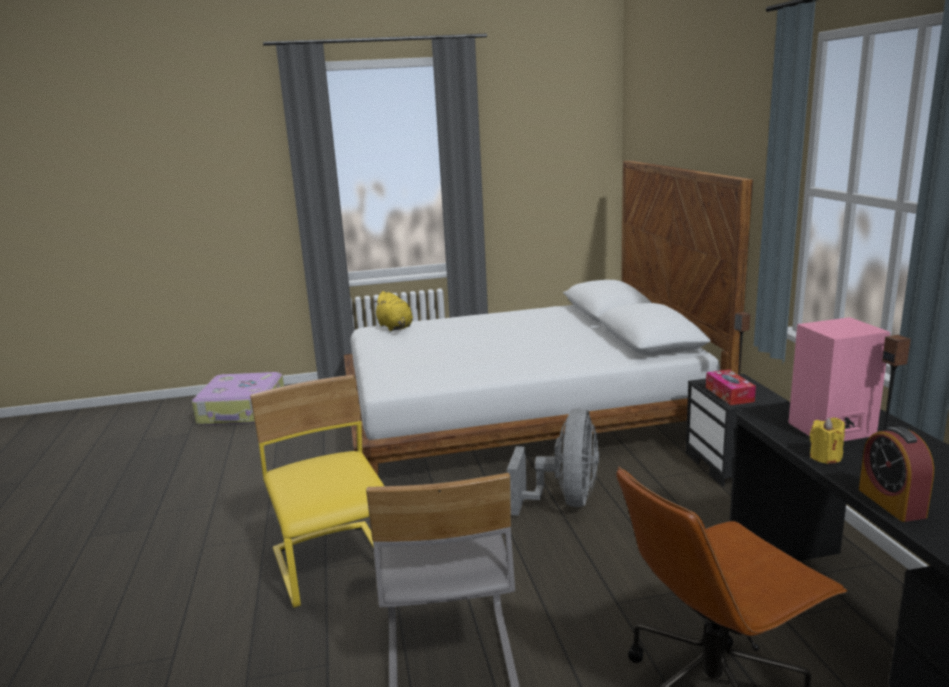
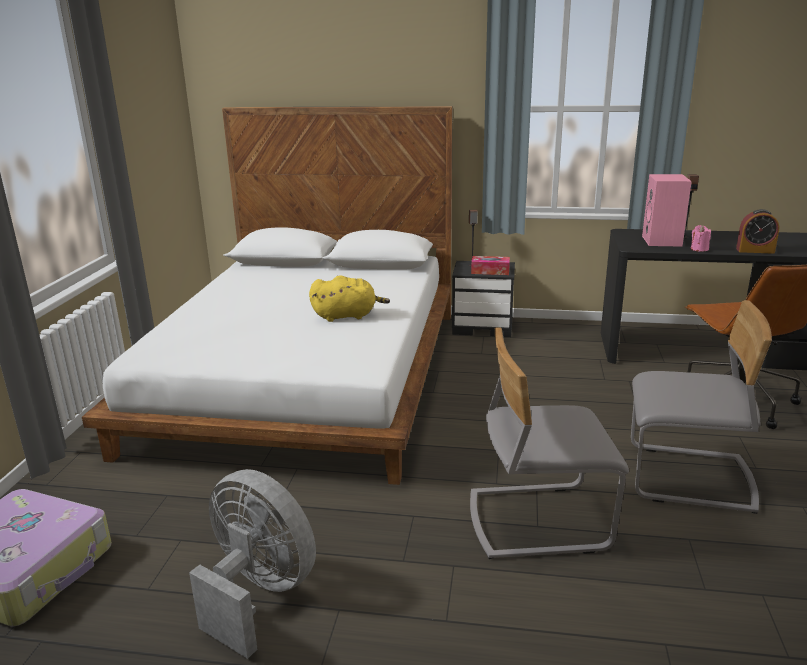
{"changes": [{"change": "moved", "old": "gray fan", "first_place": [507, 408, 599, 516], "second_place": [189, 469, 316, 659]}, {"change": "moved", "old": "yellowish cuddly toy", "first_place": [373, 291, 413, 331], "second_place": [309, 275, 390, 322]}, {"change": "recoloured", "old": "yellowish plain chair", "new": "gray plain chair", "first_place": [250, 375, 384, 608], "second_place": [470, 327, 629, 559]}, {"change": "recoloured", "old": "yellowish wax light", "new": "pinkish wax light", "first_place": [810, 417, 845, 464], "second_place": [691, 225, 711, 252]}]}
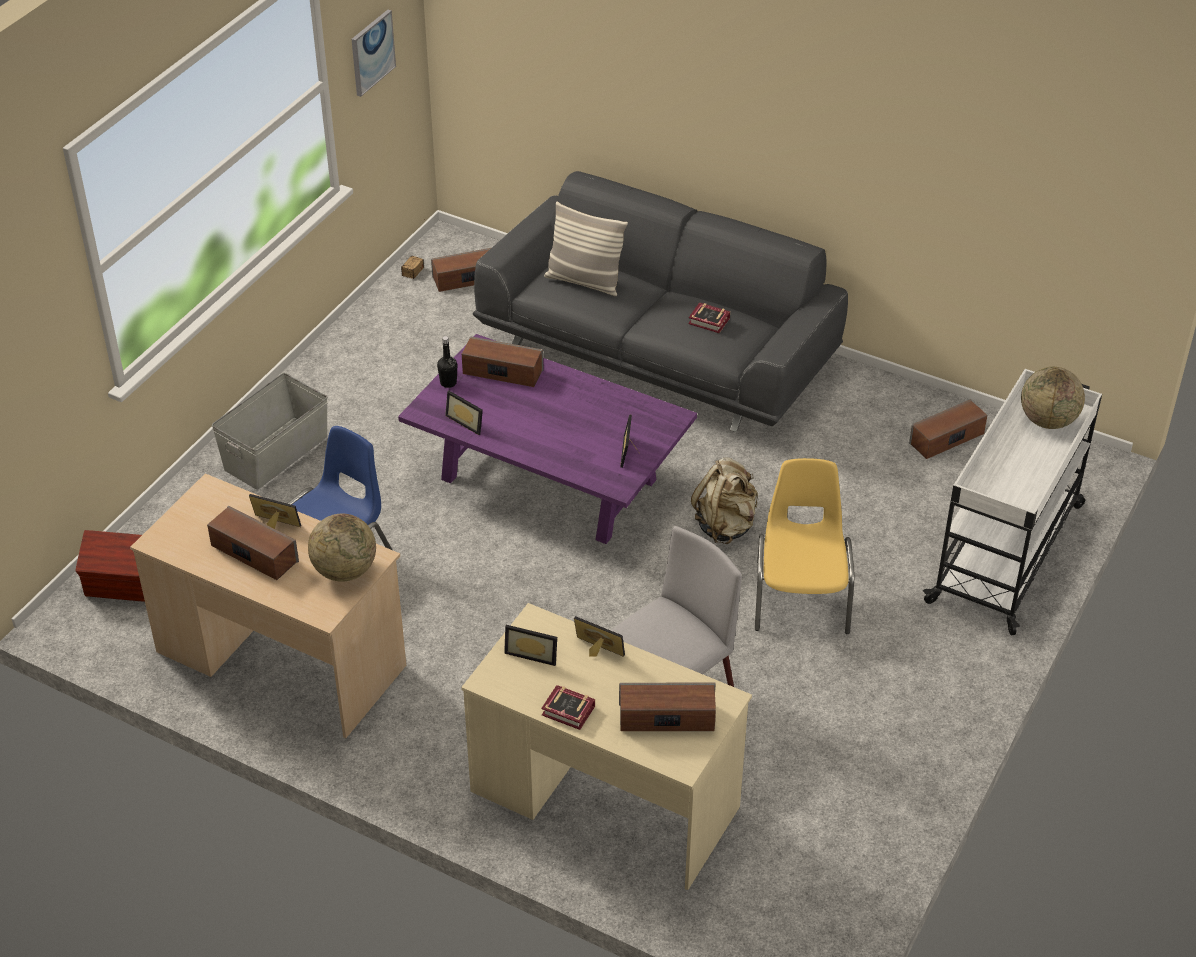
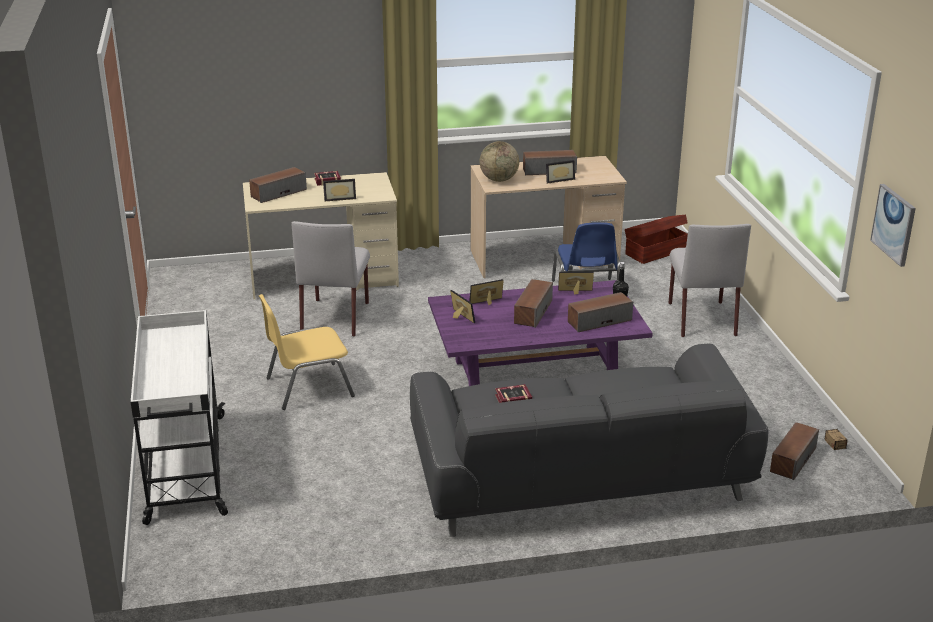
{"changes": [{"change": "turned", "old": "yellowish plain chair", "first_place": [755, 458, 854, 634], "second_place": [259, 294, 355, 410], "degrees": 105}, {"change": "moved", "old": "photo frame", "first_place": [504, 625, 557, 666], "second_place": [469, 279, 504, 305]}, {"change": "moved", "old": "audio speaker", "first_place": [909, 399, 987, 459], "second_place": [514, 279, 553, 328]}, {"change": "replaced", "old": "gray storage container", "new": "gray plain chair", "first_place": [212, 373, 328, 490], "second_place": [669, 224, 751, 337]}, {"change": "removed", "old": "cushion", "first_place": [544, 201, 628, 296]}, {"change": "removed", "old": "beige knapsack", "first_place": [691, 458, 758, 544]}, {"change": "removed", "old": "world globe", "first_place": [1021, 367, 1085, 429]}]}
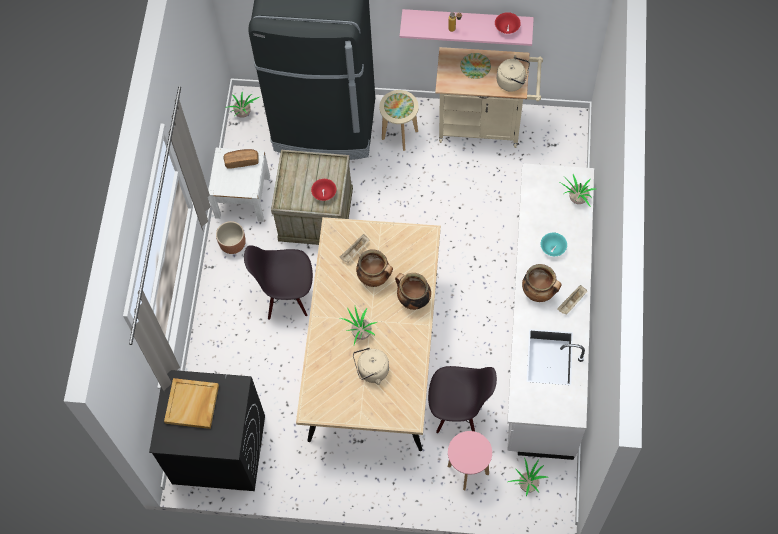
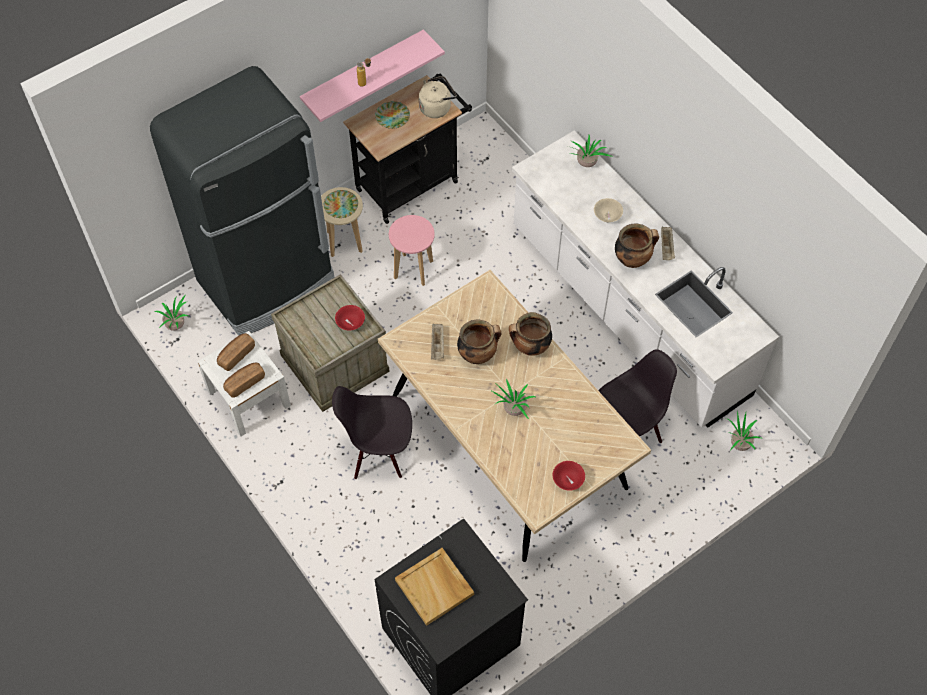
{"changes": [{"change": "added", "new": "bakery bread", "second_place": [223, 363, 265, 398]}, {"change": "turned", "old": "black-coloured plain chair", "first_place": [244, 245, 313, 320], "second_place": [332, 386, 412, 479], "degrees": 45}, {"change": "recoloured", "old": "beige trolley", "new": "black-coloured trolley", "first_place": [435, 47, 543, 148], "second_place": [343, 73, 472, 224]}, {"change": "moved", "old": "pinkish stool seat", "first_place": [448, 431, 492, 490], "second_place": [389, 215, 435, 286]}, {"change": "moved", "old": "red bowl", "first_place": [495, 12, 521, 34], "second_place": [553, 461, 585, 491]}, {"change": "recoloured", "old": "turquoise bowl", "new": "beige bowl", "first_place": [541, 233, 567, 256], "second_place": [594, 198, 623, 222]}, {"change": "removed", "old": "brownish planter", "first_place": [216, 221, 246, 254]}, {"change": "removed", "old": "beige tea kettle", "first_place": [353, 348, 389, 385]}]}
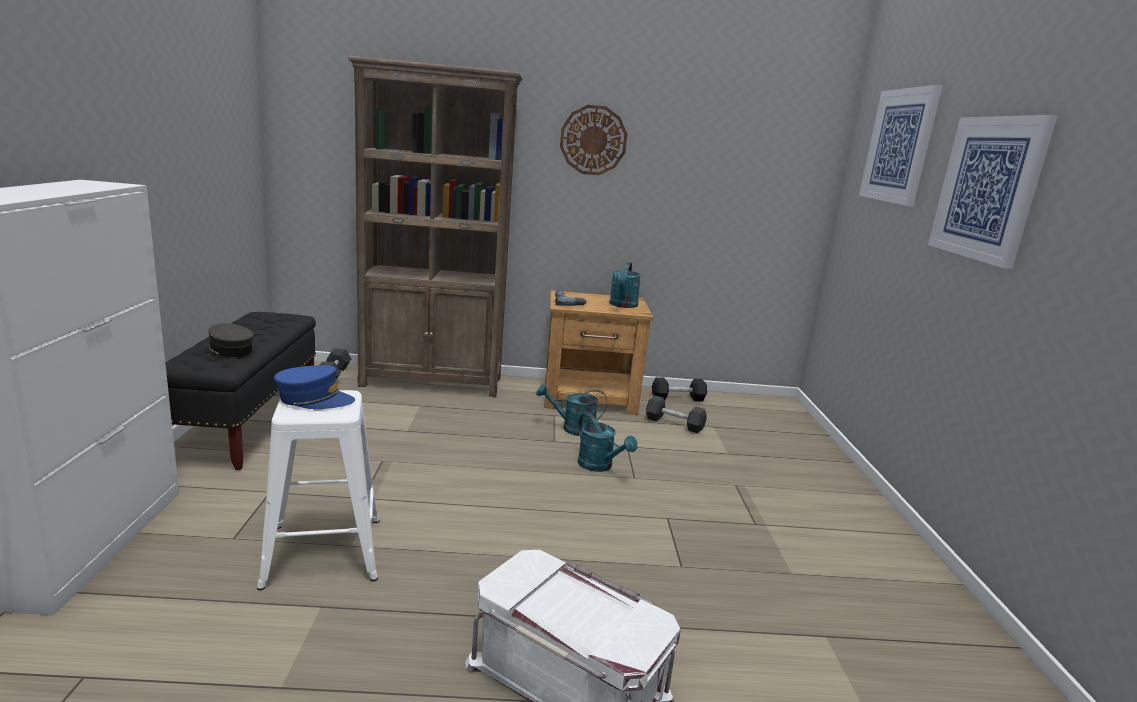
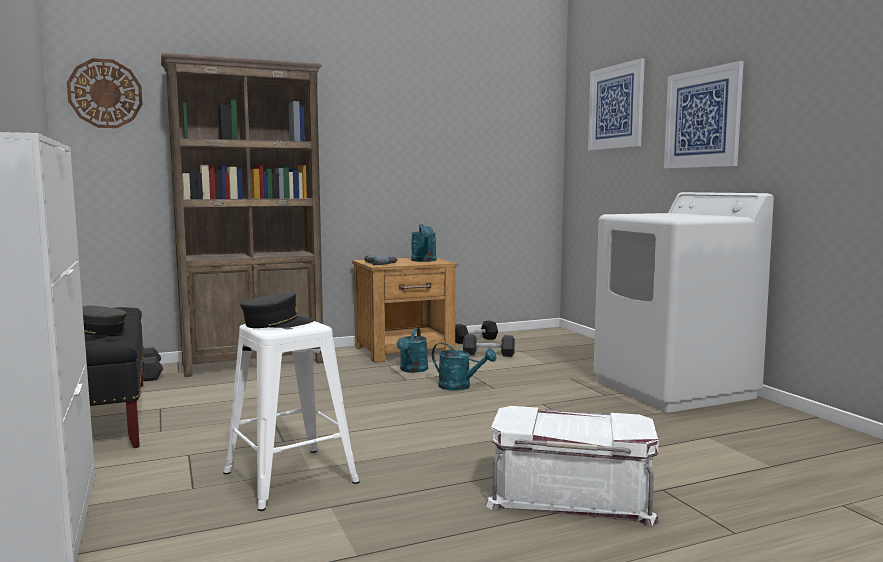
{"changes": [{"change": "moved", "old": "clock on the wall", "first_place": [560, 105, 627, 175], "second_place": [67, 58, 143, 128]}, {"change": "recoloured", "old": "bluish baseball cap", "new": "black-coloured baseball cap", "first_place": [274, 365, 355, 409], "second_place": [240, 292, 314, 328]}, {"change": "turned", "old": "turquoise sprinkling can", "first_place": [536, 384, 607, 436], "second_place": [396, 328, 428, 373], "degrees": -60}, {"change": "added", "new": "white laundry appliance", "second_place": [594, 192, 774, 413]}]}
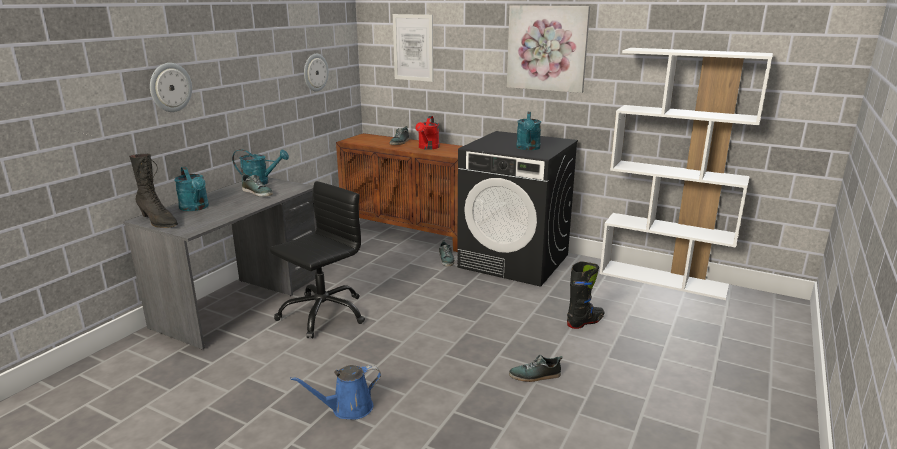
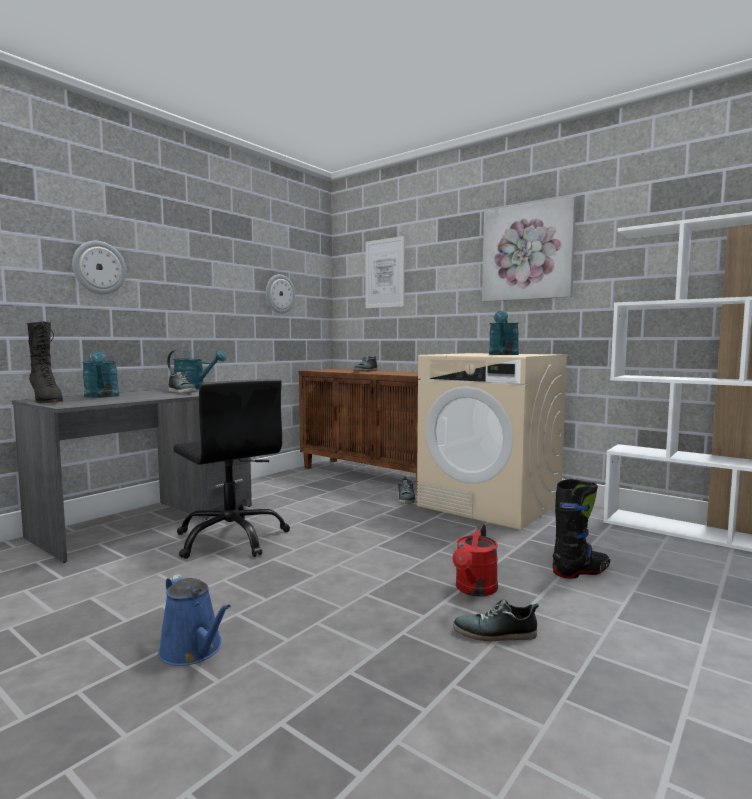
{"changes": [{"change": "turned", "old": "bluish sprinkling can", "first_place": [290, 365, 381, 420], "second_place": [158, 574, 231, 666], "degrees": -120}, {"change": "turned", "old": "black-coloured office chair", "first_place": [270, 181, 365, 338], "second_place": [173, 379, 290, 559], "degrees": 90}, {"change": "recoloured", "old": "black-coloured laundry appliance", "new": "beige laundry appliance", "first_place": [457, 131, 578, 287], "second_place": [417, 353, 568, 530]}, {"change": "moved", "old": "red sprinkling can", "first_place": [415, 116, 440, 150], "second_place": [452, 524, 498, 596]}]}
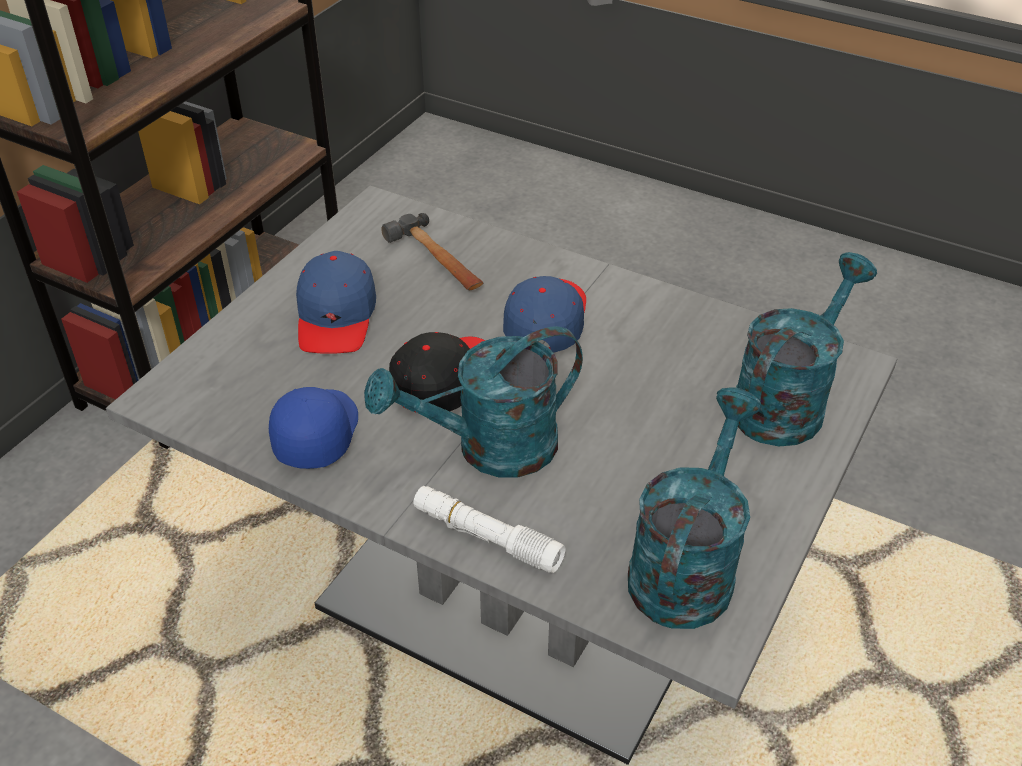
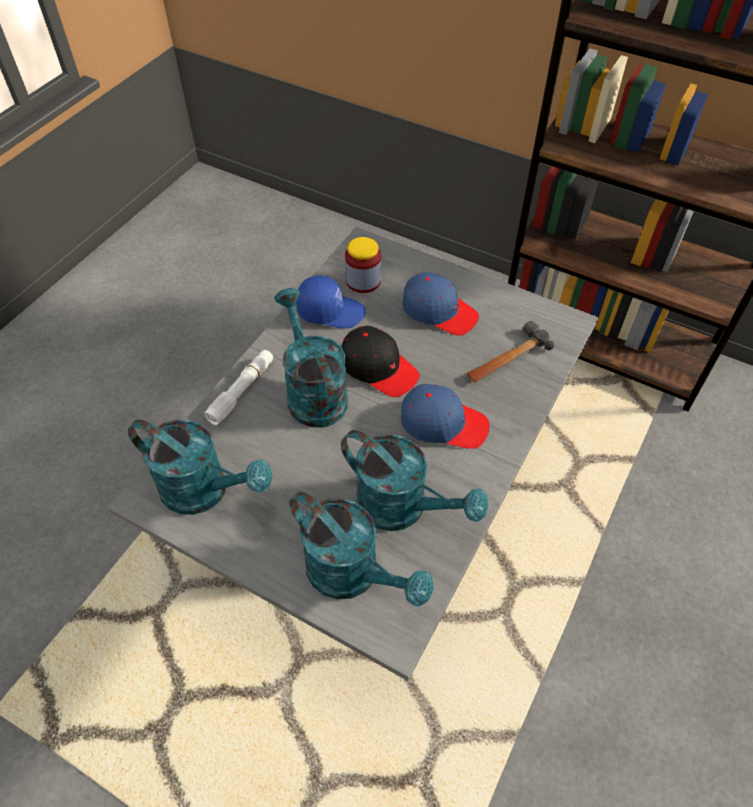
{"changes": [{"change": "added", "new": "turquoise sprinkling can", "second_place": [341, 430, 488, 531]}, {"change": "added", "new": "preserve jar", "second_place": [345, 237, 381, 293]}, {"change": "turned", "old": "bluish baseball cap", "first_place": [296, 251, 376, 354], "second_place": [402, 272, 479, 336], "degrees": -150}]}
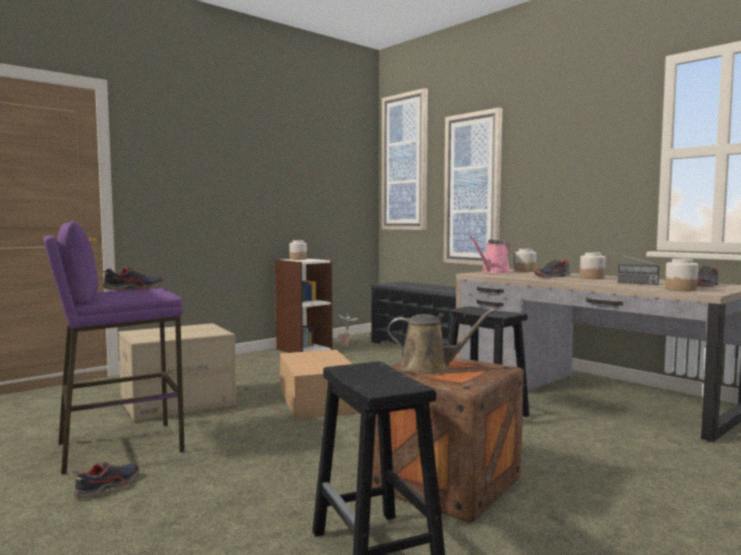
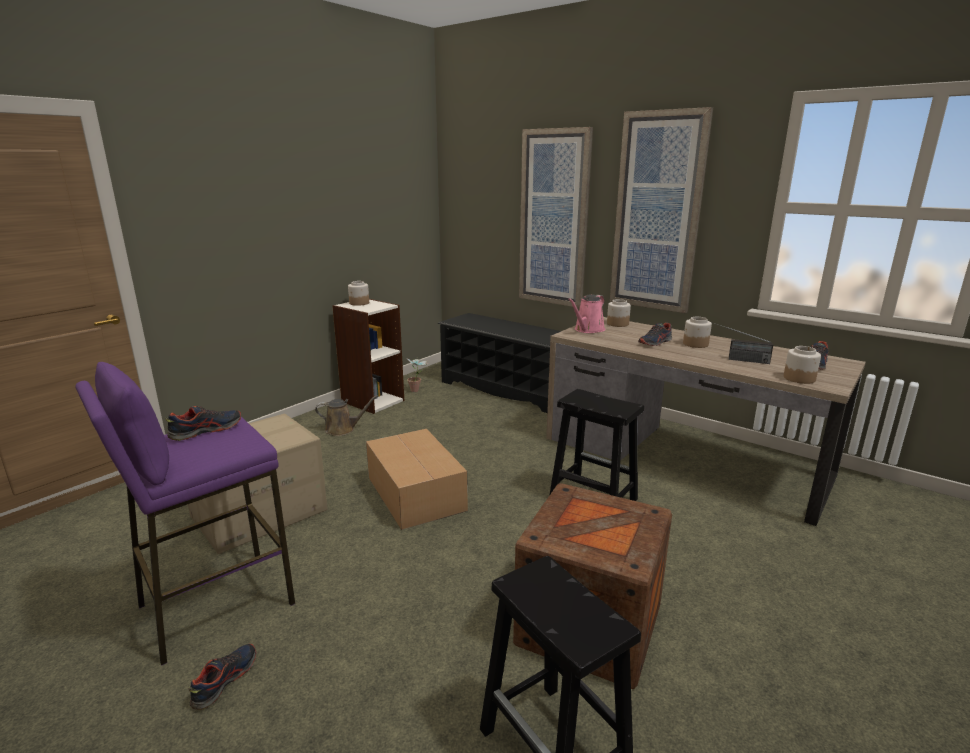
{"changes": [{"change": "moved", "old": "brownish sprinkling can", "first_place": [388, 309, 496, 375], "second_place": [315, 395, 378, 436]}, {"change": "moved", "old": "picture", "first_place": [382, 88, 428, 230], "second_place": [610, 107, 713, 313]}]}
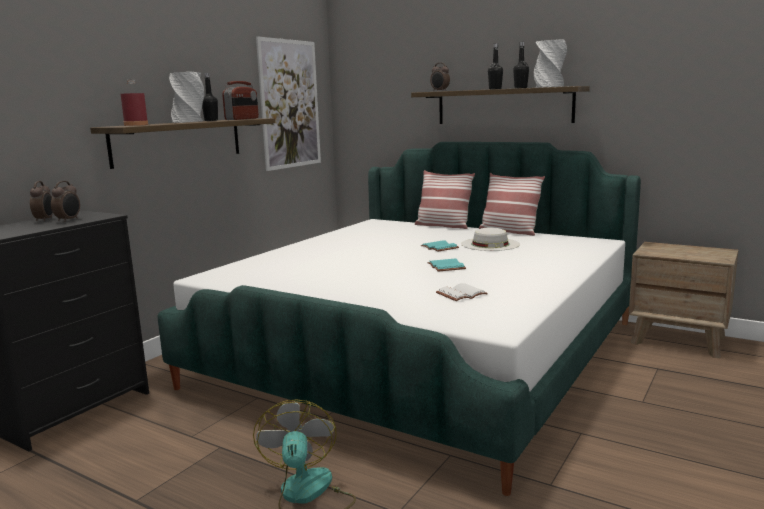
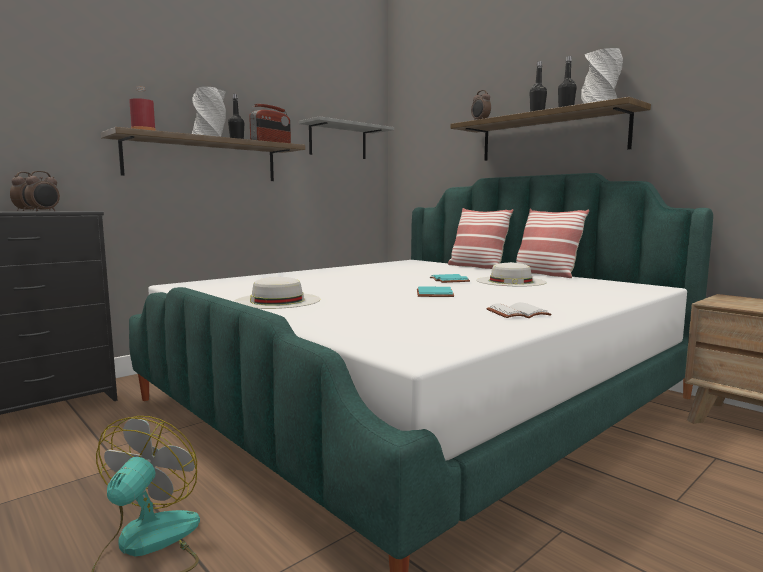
{"changes": [{"change": "added", "new": "white wearable hat", "second_place": [234, 277, 321, 309]}, {"change": "replaced", "old": "picture", "new": "gray bracket shelf", "first_place": [256, 36, 321, 171], "second_place": [299, 116, 394, 159]}, {"change": "moved", "old": "white book", "first_place": [436, 283, 488, 301], "second_place": [486, 302, 552, 318]}]}
